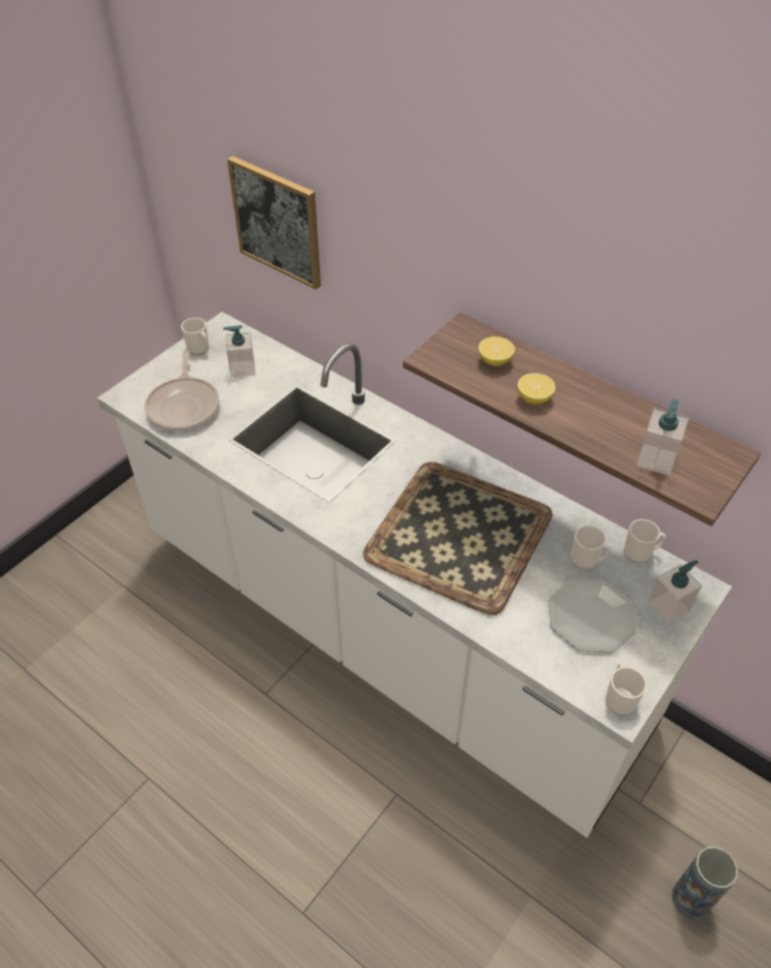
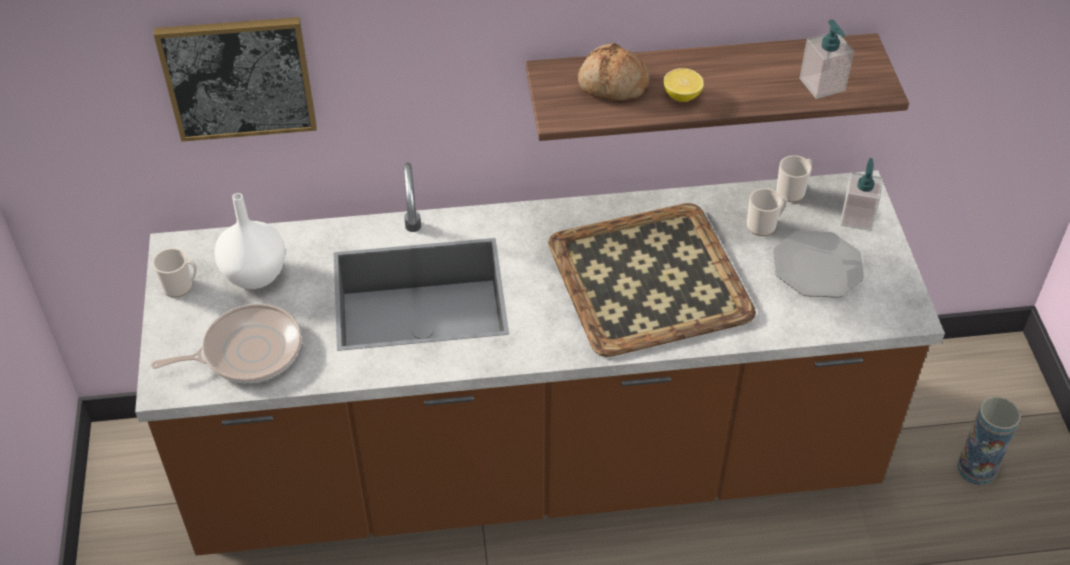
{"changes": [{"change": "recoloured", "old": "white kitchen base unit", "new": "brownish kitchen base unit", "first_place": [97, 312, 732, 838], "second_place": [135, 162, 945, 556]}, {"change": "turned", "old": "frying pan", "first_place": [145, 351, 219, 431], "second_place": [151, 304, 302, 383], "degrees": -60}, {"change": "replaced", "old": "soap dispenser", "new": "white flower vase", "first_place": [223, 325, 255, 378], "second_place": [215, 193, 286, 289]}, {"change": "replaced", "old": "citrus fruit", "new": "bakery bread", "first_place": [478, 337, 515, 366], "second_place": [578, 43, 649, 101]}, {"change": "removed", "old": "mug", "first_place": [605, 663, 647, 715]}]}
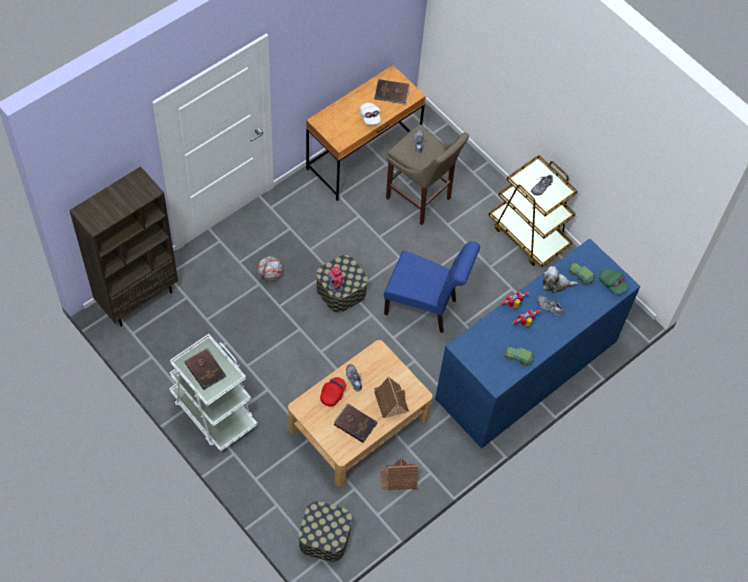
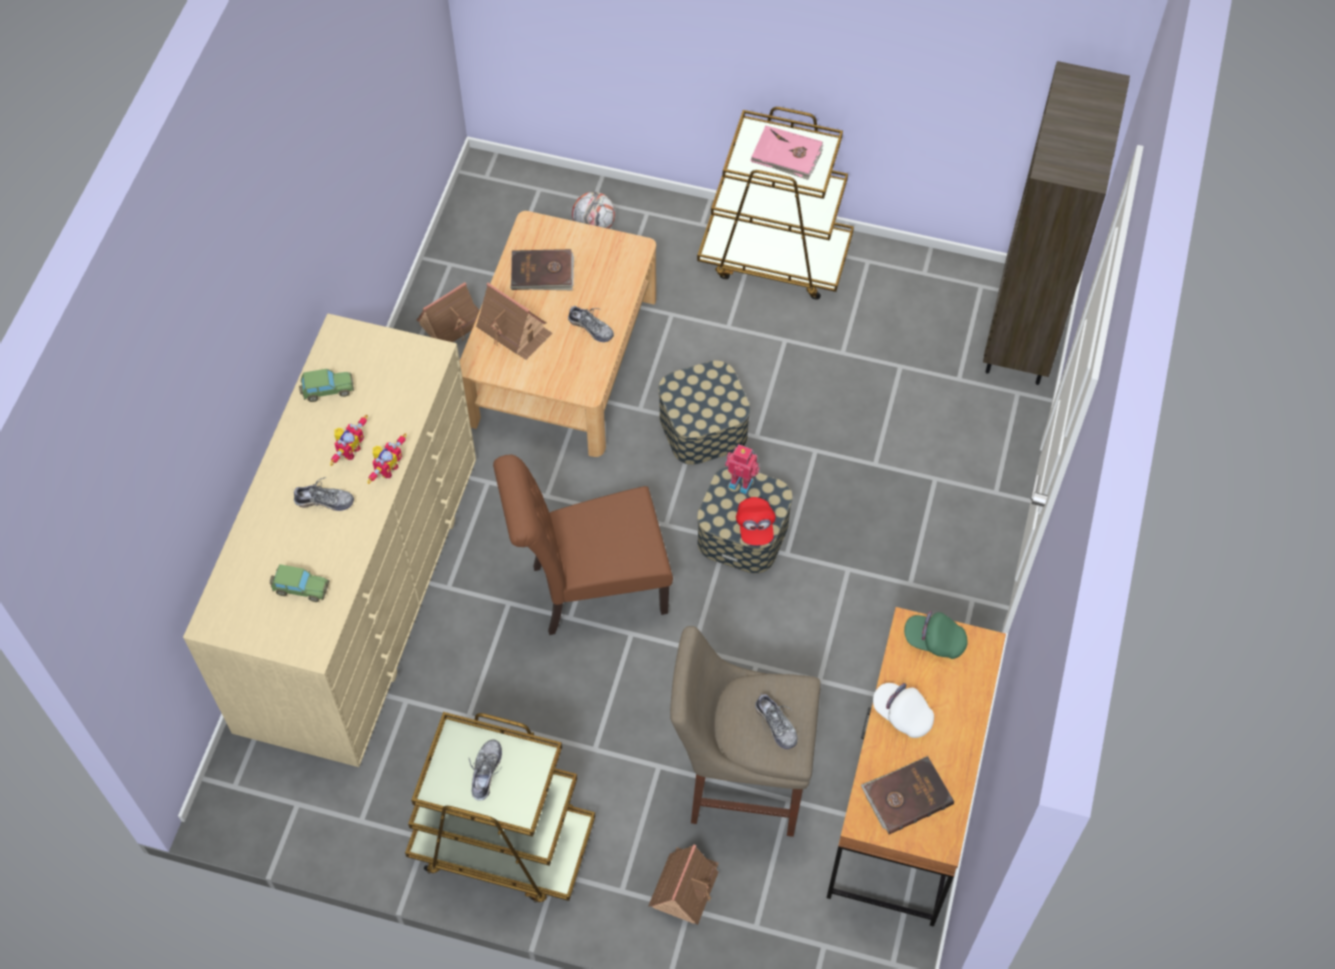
{"changes": [{"change": "recoloured", "old": "bluish dresser", "new": "beige dresser", "first_place": [435, 239, 640, 448], "second_place": [183, 314, 476, 767]}, {"change": "recoloured", "old": "bluish plain chair", "new": "brownish plain chair", "first_place": [384, 241, 480, 333], "second_place": [493, 455, 673, 635]}, {"change": "moved", "old": "ball for football", "first_place": [258, 256, 283, 281], "second_place": [572, 192, 615, 229]}, {"change": "added", "new": "miniature house", "second_place": [649, 844, 719, 925]}, {"change": "moved", "old": "storage container", "first_place": [298, 501, 352, 562], "second_place": [658, 360, 750, 465]}, {"change": "recoloured", "old": "white trolley", "new": "brownish trolley", "first_place": [169, 334, 257, 452], "second_place": [697, 107, 854, 300]}, {"change": "moved", "old": "red baseball cap", "first_place": [320, 377, 346, 407], "second_place": [736, 497, 776, 545]}, {"change": "recoloured", "old": "brownish book", "new": "pinkish book", "first_place": [185, 348, 226, 390], "second_place": [750, 126, 823, 180]}, {"change": "moved", "old": "greenish baseball cap", "first_place": [599, 269, 628, 294], "second_place": [904, 611, 968, 659]}, {"change": "removed", "old": "cuddly toy", "first_place": [543, 266, 578, 294]}]}
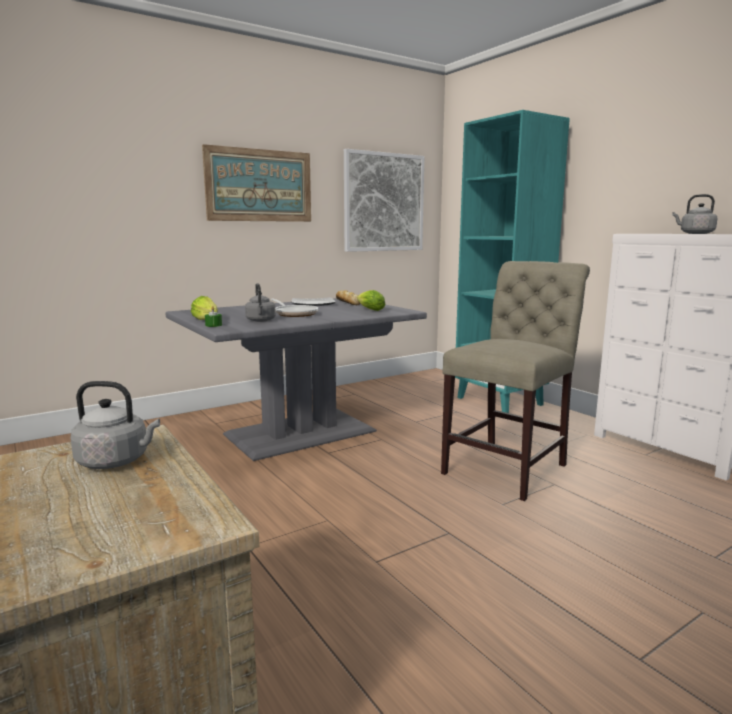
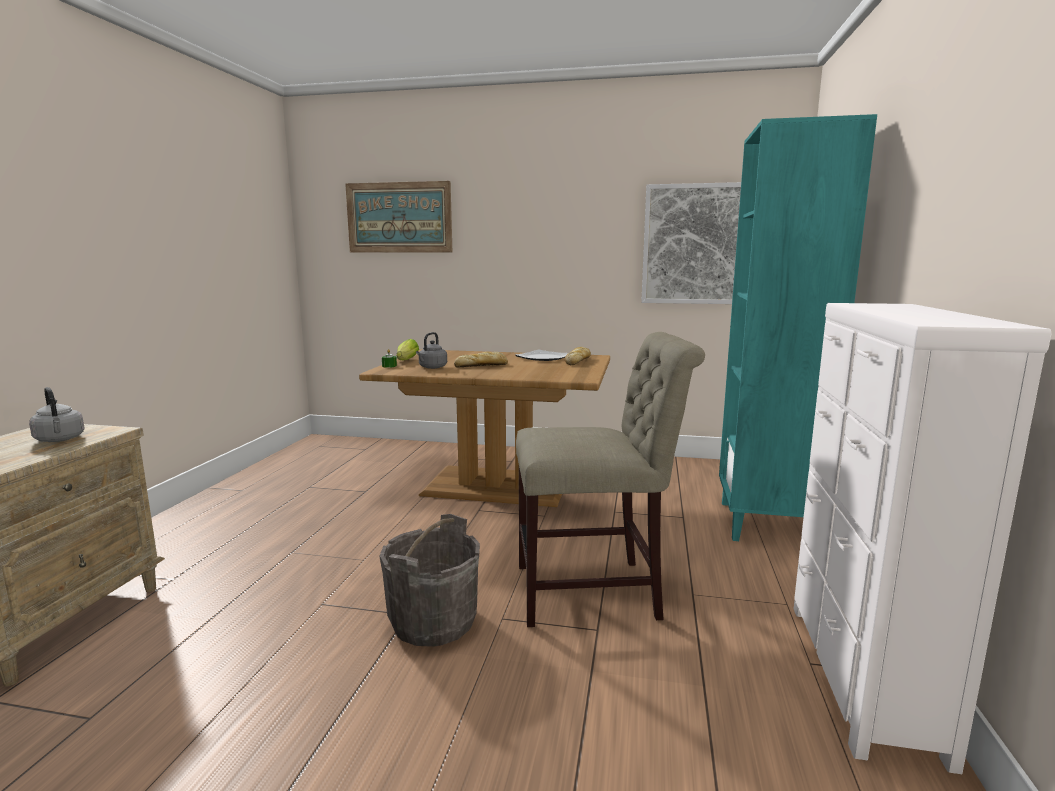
{"changes": [{"change": "moved", "old": "picture", "first_place": [202, 144, 311, 222], "second_place": [345, 181, 452, 253]}, {"change": "recoloured", "old": "gray dining table", "new": "brownish dining table", "first_place": [166, 298, 427, 461], "second_place": [359, 349, 610, 507]}, {"change": "added", "new": "gray bucket", "second_place": [379, 514, 480, 647]}, {"change": "replaced", "old": "frying pan", "new": "bakery bread", "first_place": [271, 298, 318, 317], "second_place": [454, 352, 508, 368]}, {"change": "removed", "old": "lettuce head", "first_place": [357, 290, 386, 311]}, {"change": "removed", "old": "gray tea kettle", "first_place": [672, 194, 718, 234]}]}
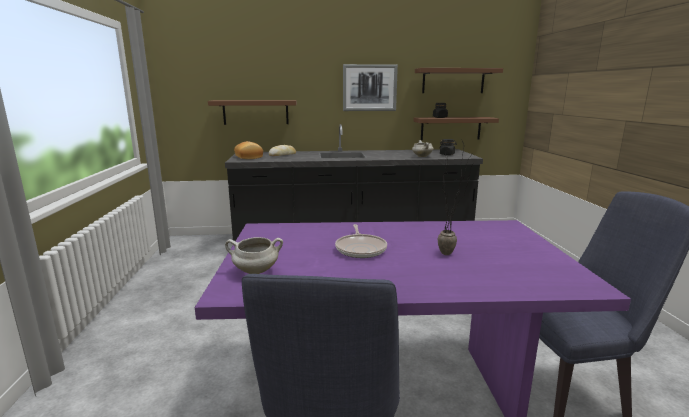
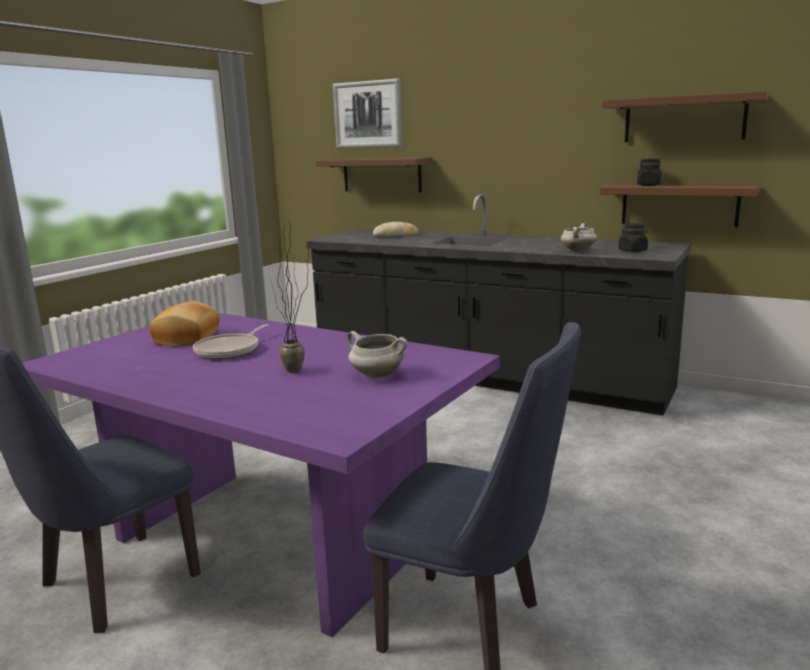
{"changes": [{"change": "moved", "old": "bakery bread", "first_place": [234, 141, 263, 159], "second_place": [149, 301, 220, 347]}, {"change": "moved", "old": "picture", "first_place": [343, 64, 398, 111], "second_place": [333, 78, 402, 149]}, {"change": "moved", "old": "white stockpot", "first_place": [225, 237, 283, 274], "second_place": [347, 331, 408, 378]}]}
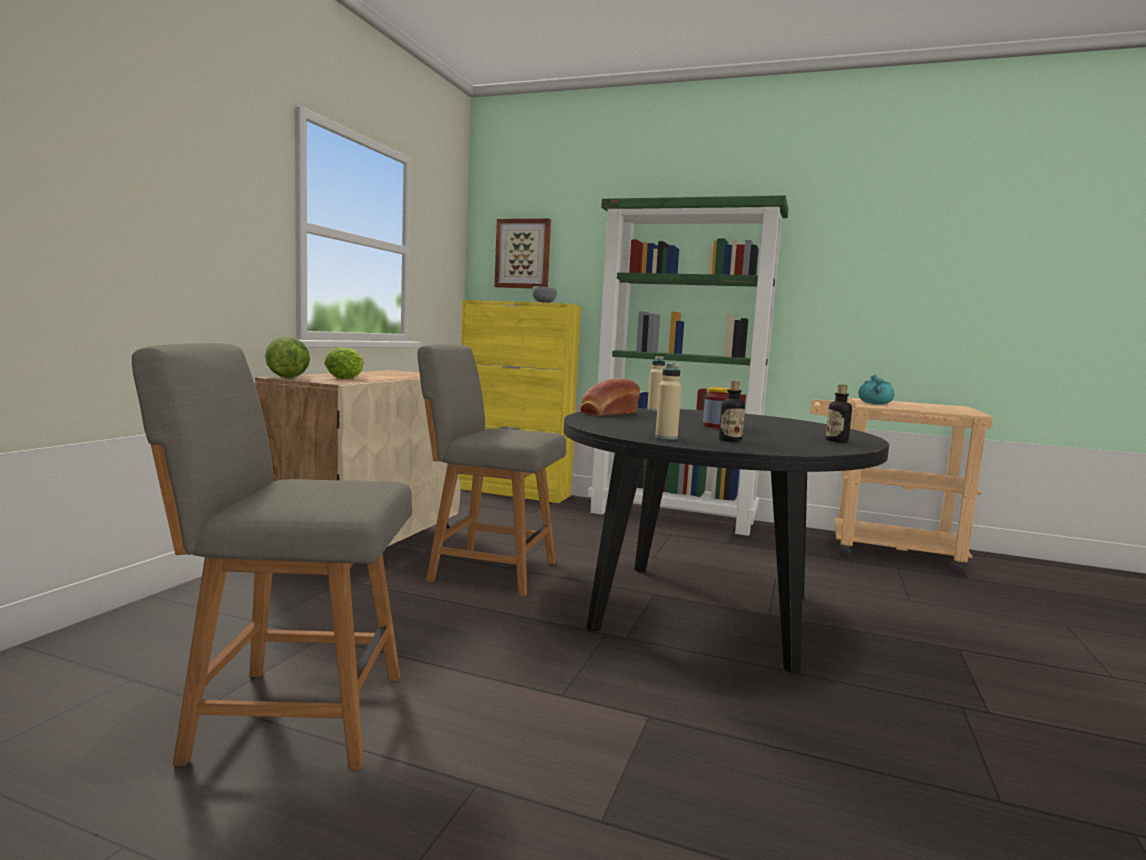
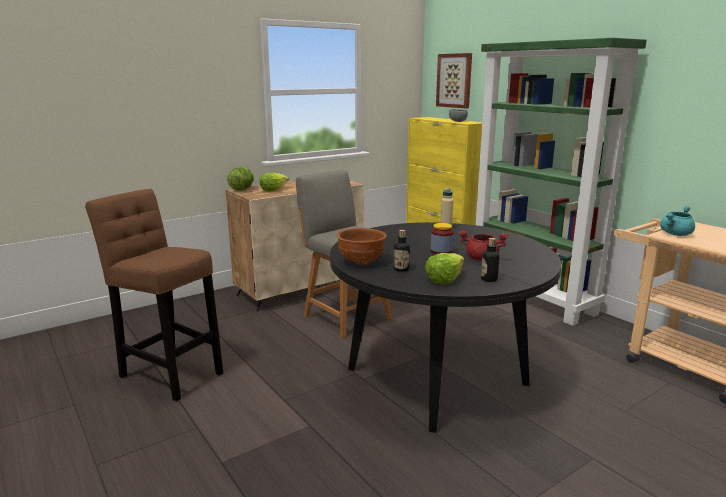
{"changes": [{"change": "replaced", "old": "gray plain chair", "new": "brownish stool seat", "first_place": [132, 343, 412, 770], "second_place": [85, 189, 223, 401]}, {"change": "replaced", "old": "beige bottle", "new": "brownish bowl", "first_place": [655, 363, 681, 440], "second_place": [337, 228, 387, 265]}, {"change": "added", "new": "lettuce head", "second_place": [425, 253, 464, 284]}, {"change": "added", "new": "red stockpot", "second_place": [459, 230, 508, 261]}, {"change": "removed", "old": "bakery bread", "first_place": [580, 378, 640, 416]}]}
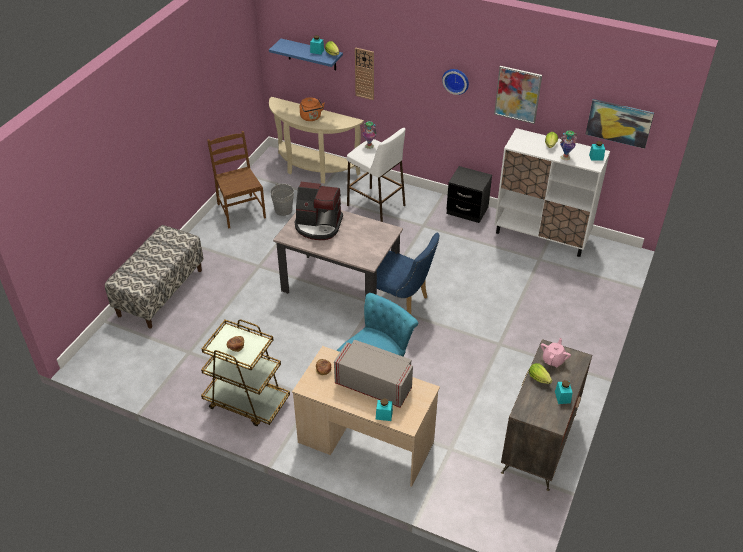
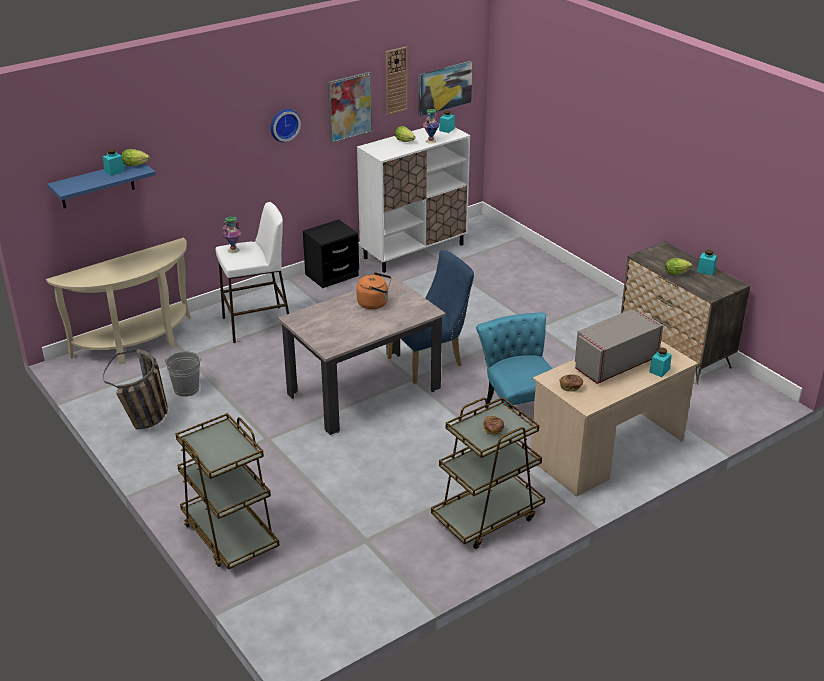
{"changes": [{"change": "replaced", "old": "brownish plain chair", "new": "storage basket", "first_place": [207, 131, 266, 228], "second_place": [103, 349, 168, 429]}, {"change": "replaced", "old": "bench", "new": "brownish trolley", "first_place": [105, 225, 204, 329], "second_place": [175, 413, 280, 569]}, {"change": "moved", "old": "orange tea kettle", "first_place": [300, 97, 325, 121], "second_place": [356, 272, 391, 309]}, {"change": "moved", "old": "clock on the wall", "first_place": [355, 47, 374, 100], "second_place": [386, 47, 407, 115]}, {"change": "removed", "old": "coffee machine", "first_place": [295, 182, 343, 240]}, {"change": "removed", "old": "pinkish pot for tea", "first_place": [541, 338, 571, 367]}]}
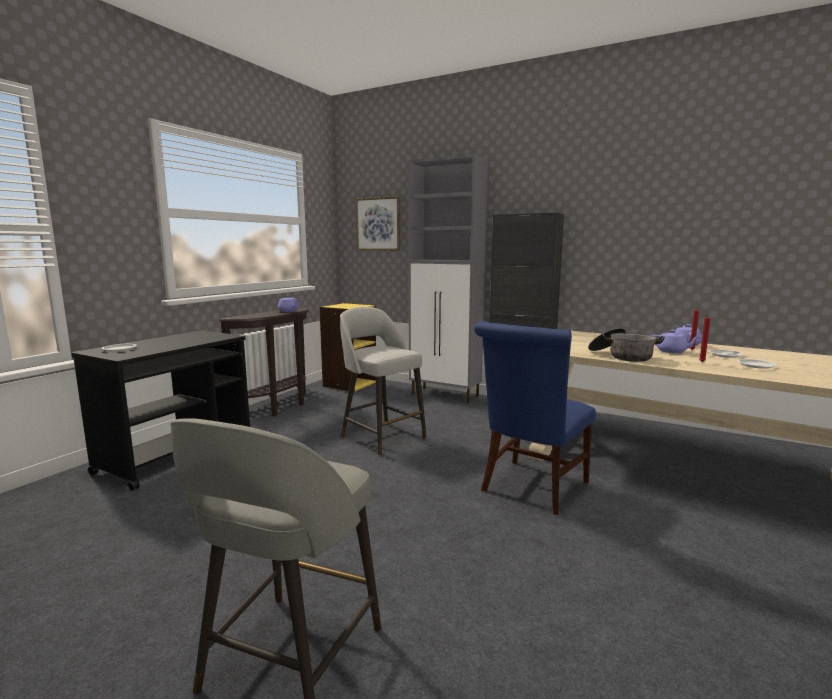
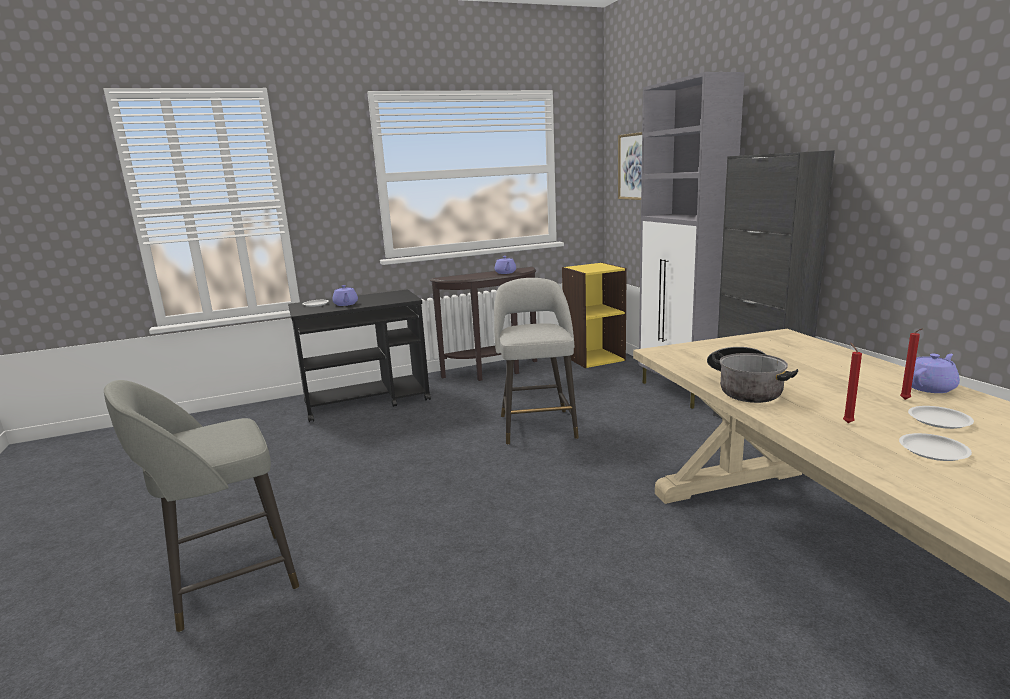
{"changes": [{"change": "moved", "old": "purple pot for tea", "first_place": [651, 330, 700, 353], "second_place": [332, 285, 358, 306]}, {"change": "removed", "old": "bluish plain chair", "first_place": [474, 321, 596, 515]}]}
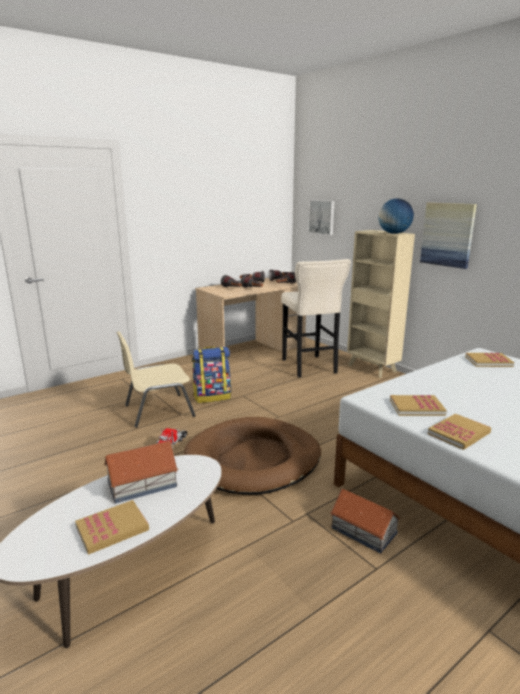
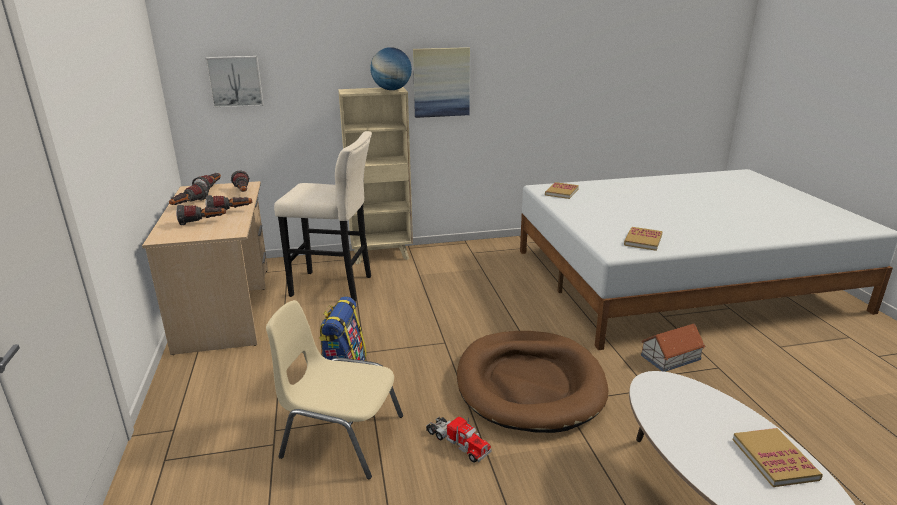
{"changes": [{"change": "turned", "old": "beige plain chair", "first_place": [117, 331, 196, 428], "second_place": [266, 300, 403, 479], "degrees": 105}, {"change": "removed", "old": "miniature house", "first_place": [104, 441, 179, 504]}, {"change": "removed", "old": "book", "first_place": [428, 414, 491, 450]}]}
